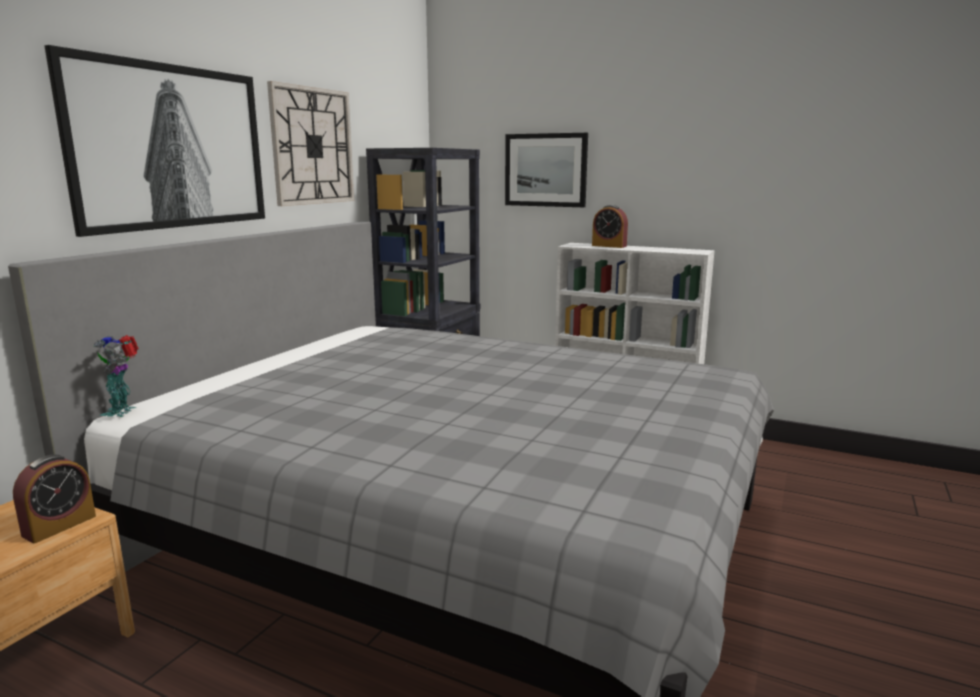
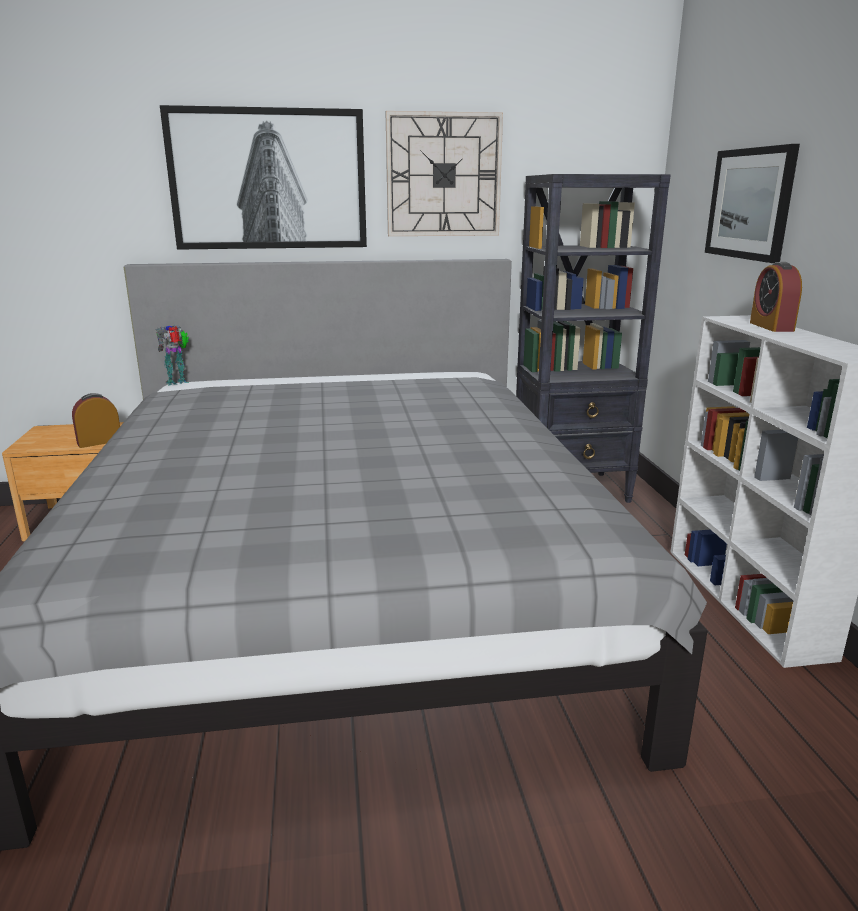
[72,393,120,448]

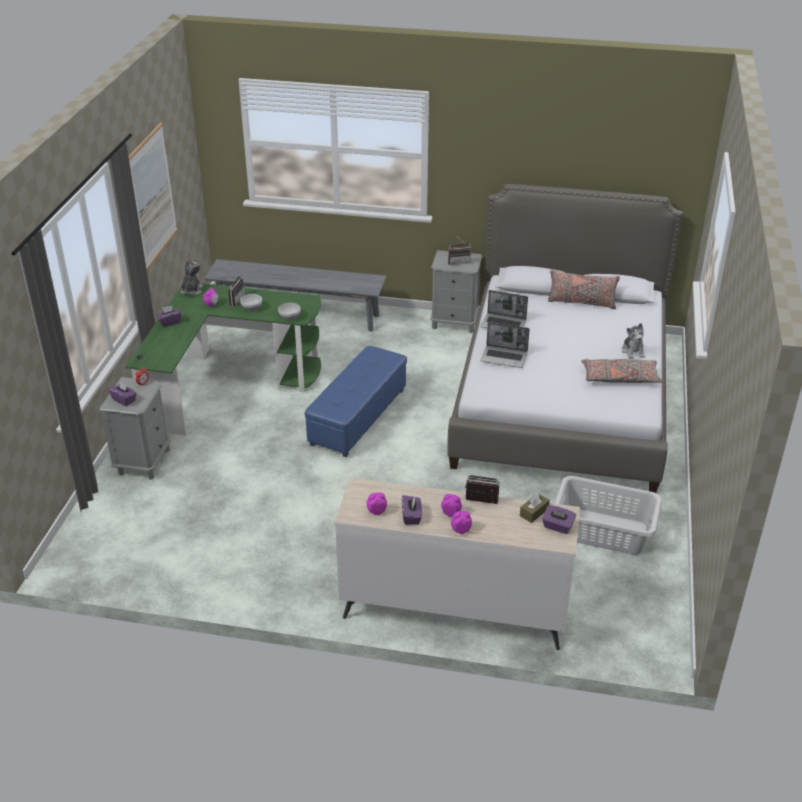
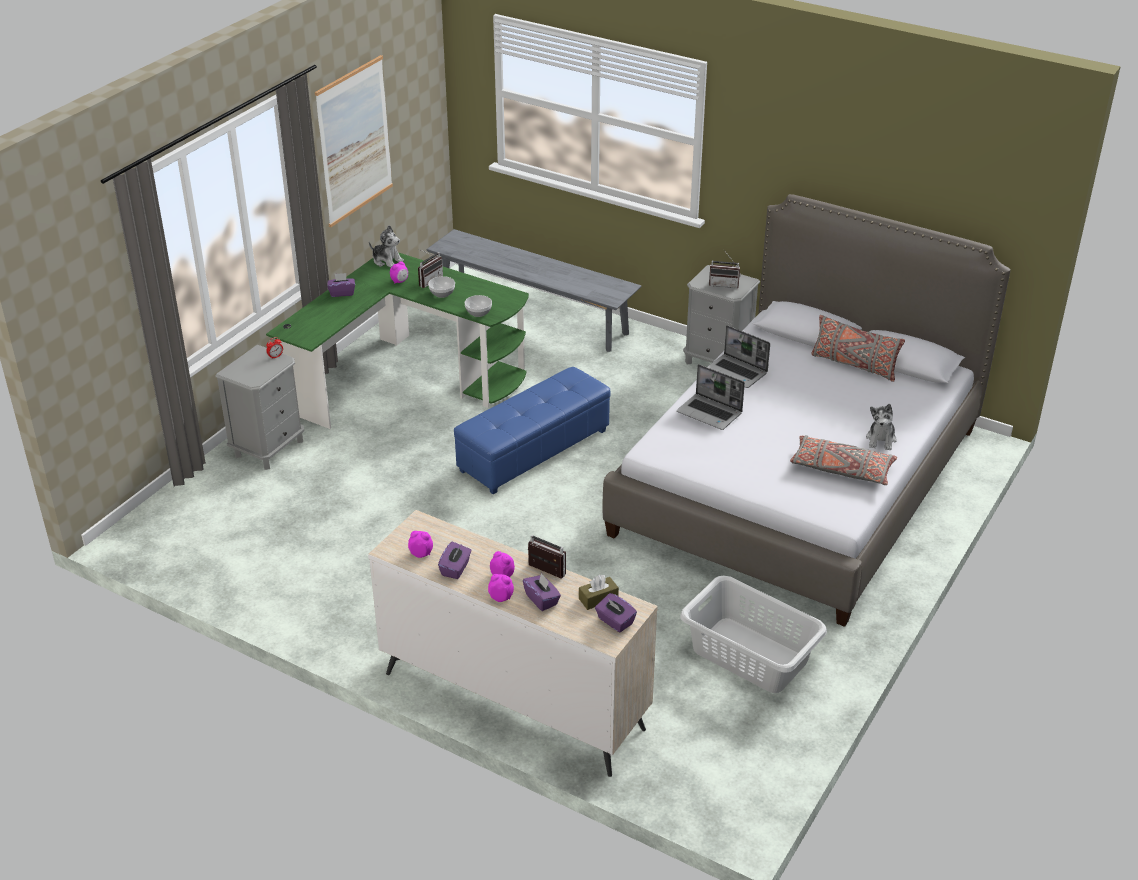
[523,573,561,611]
[369,225,404,267]

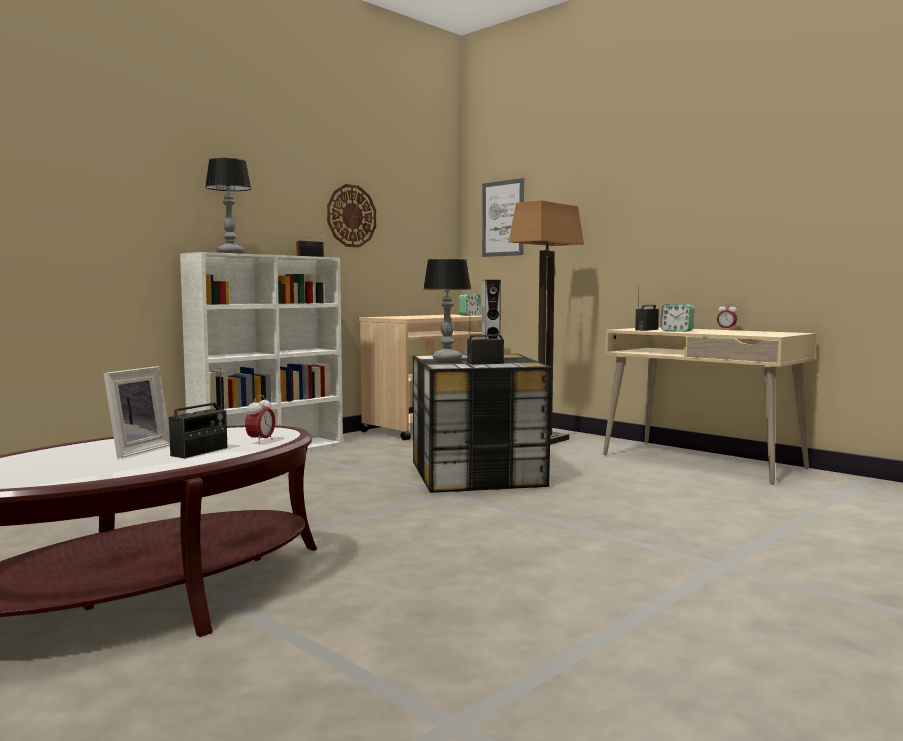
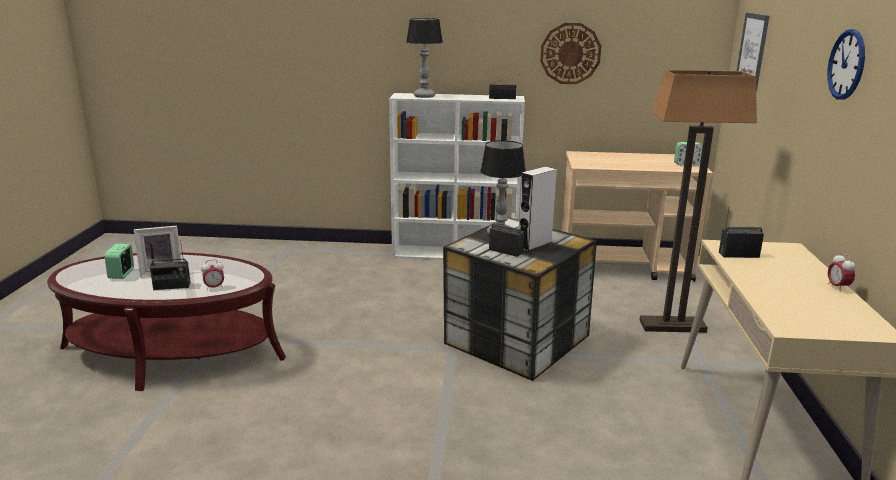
[105,244,134,279]
[827,29,865,100]

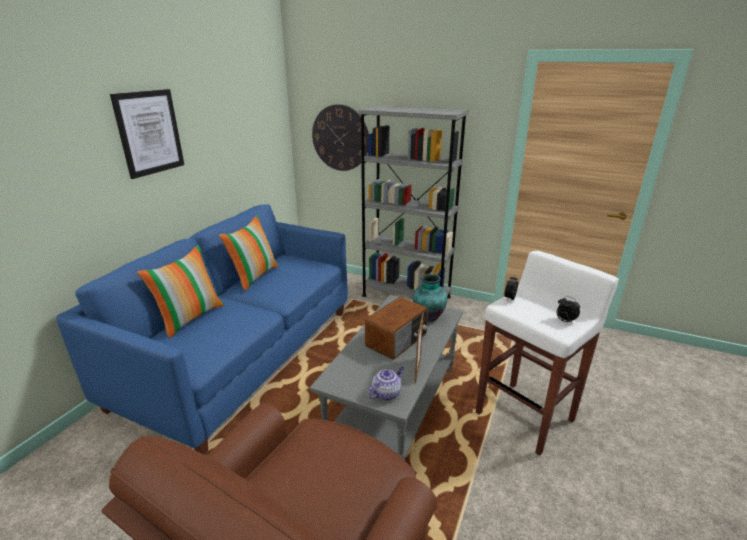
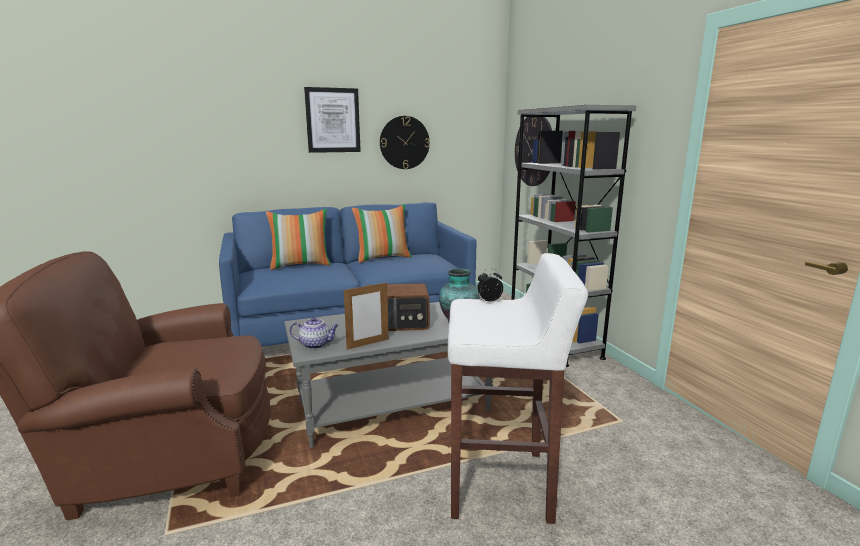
[557,296,580,323] (first image)
[380,116,430,169]

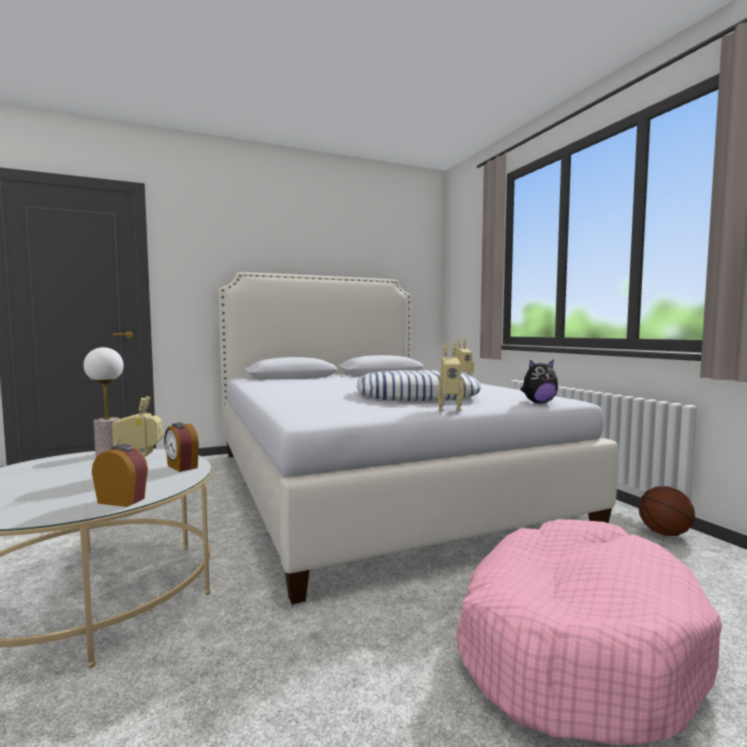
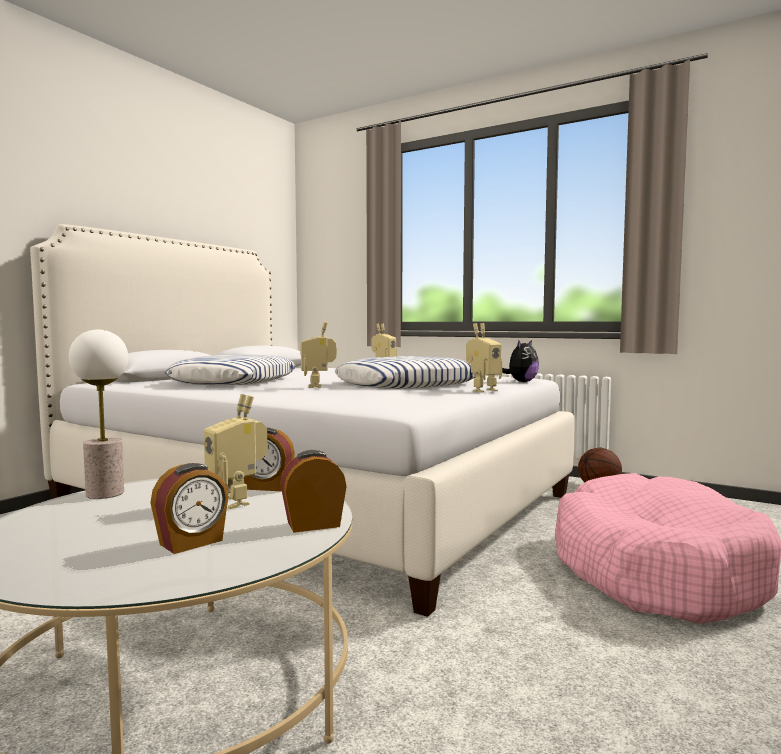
[150,463,229,554]
[164,355,296,385]
[300,322,337,388]

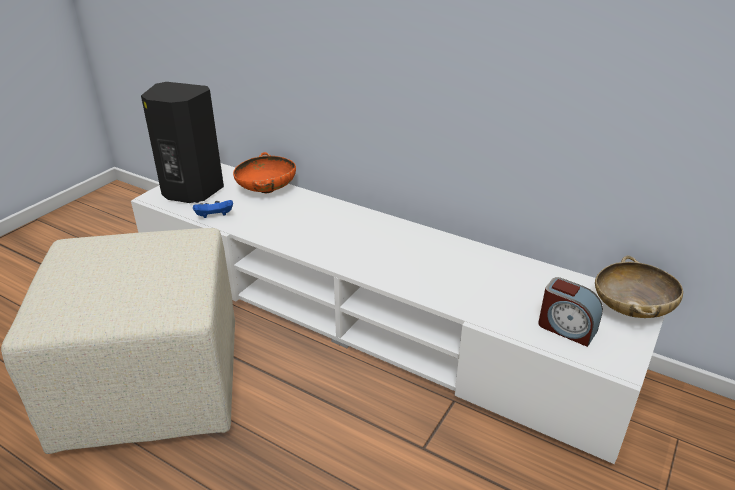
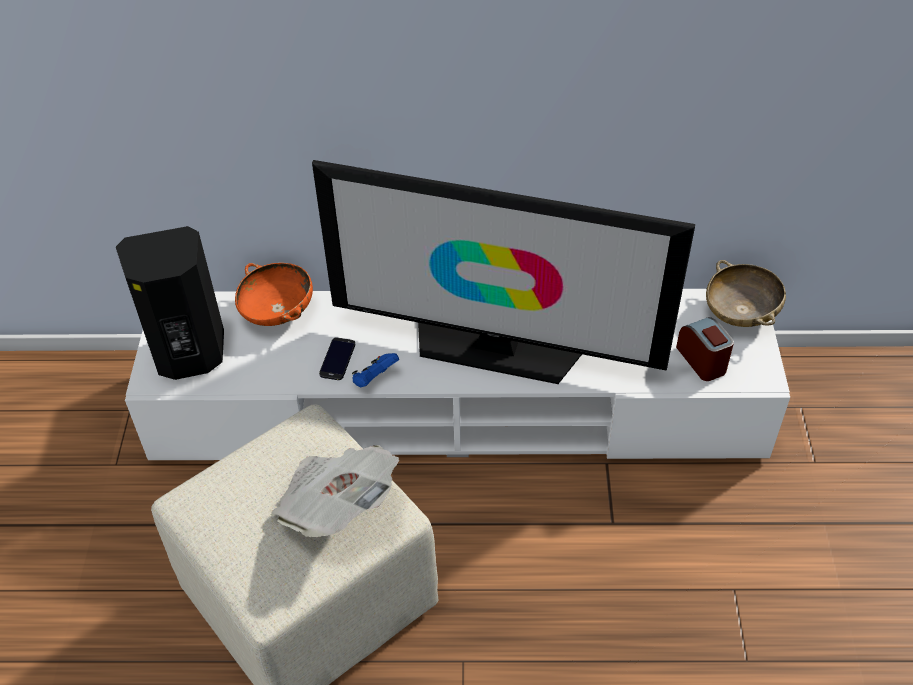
[352,353,399,387]
[676,317,734,381]
[270,445,399,537]
[312,160,695,384]
[319,337,355,380]

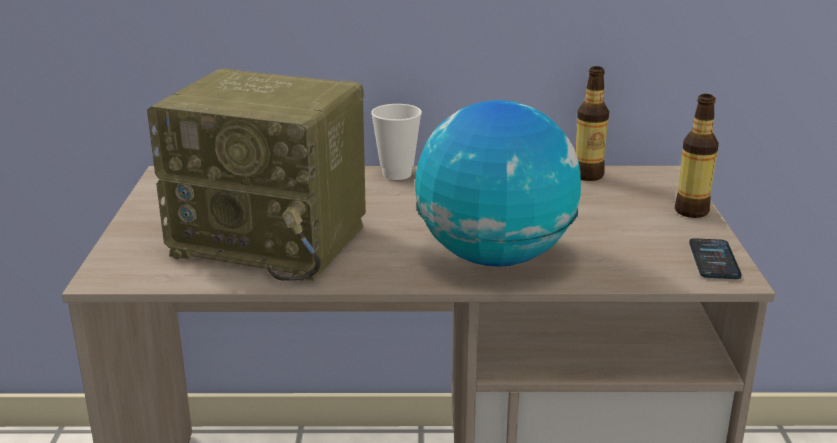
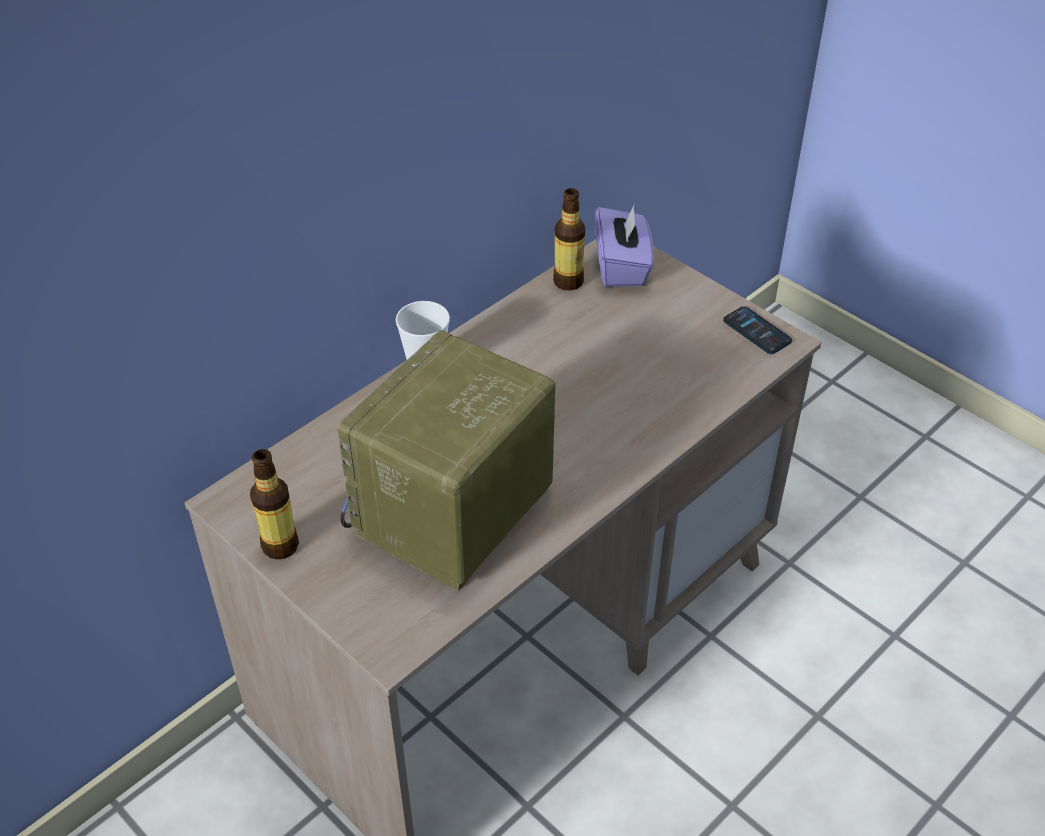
[337,330,556,591]
[415,100,581,267] (first image)
[250,449,299,559]
[595,206,654,287]

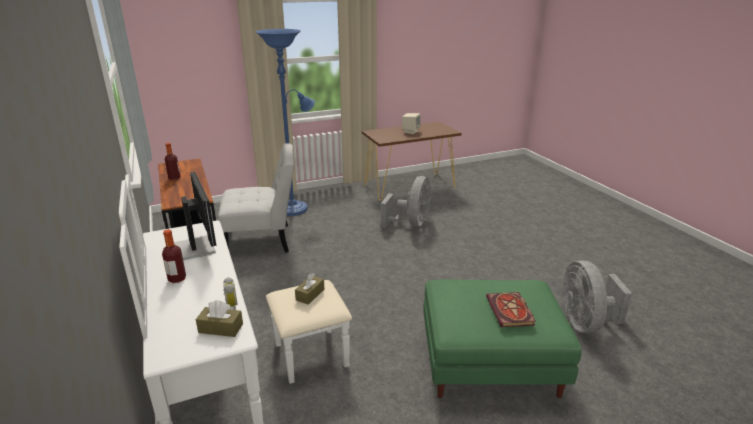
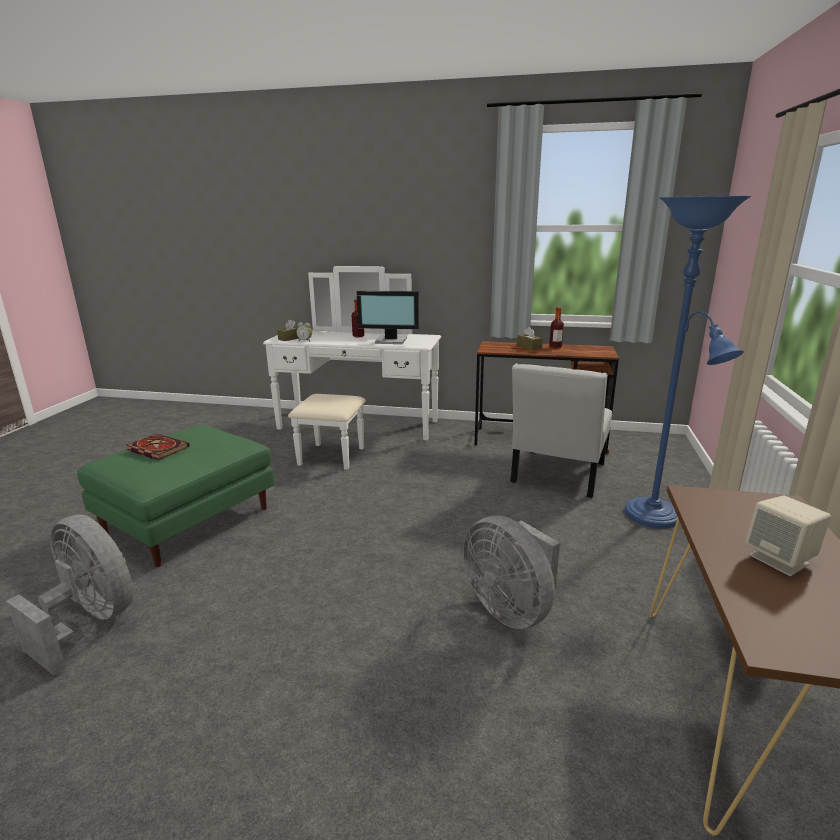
[517,327,543,350]

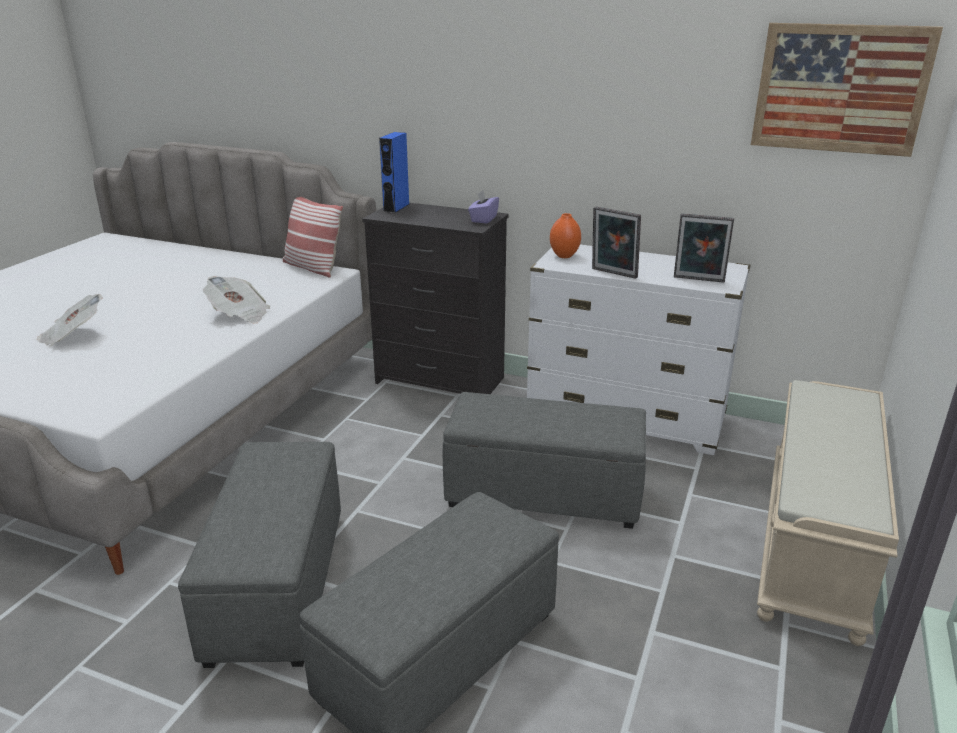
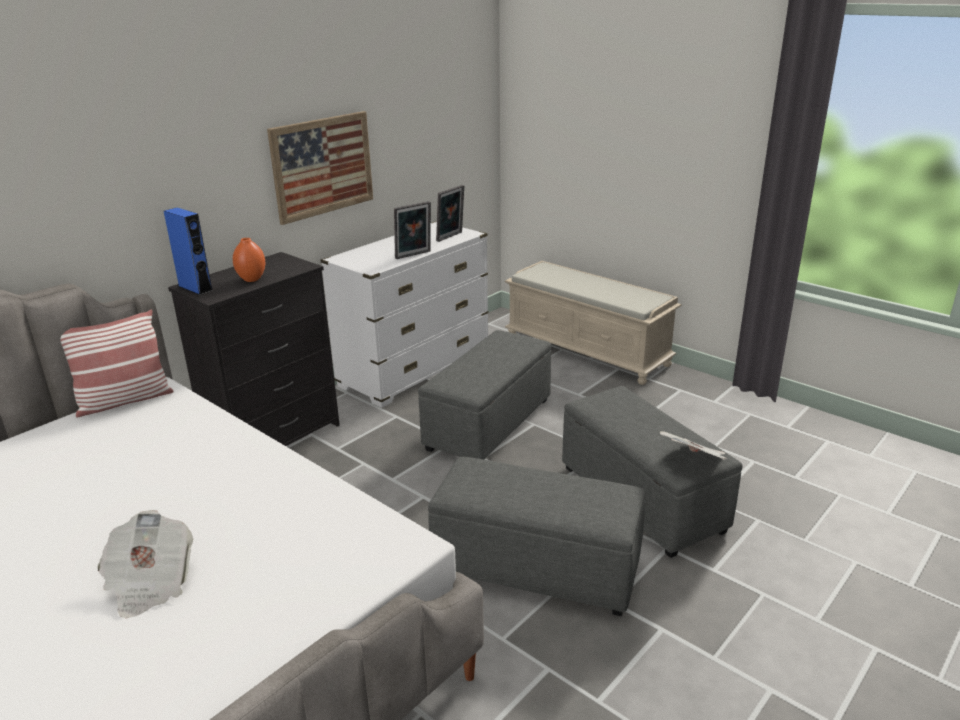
[660,431,727,460]
[468,190,499,223] (first image)
[233,238,265,282]
[267,111,373,225]

